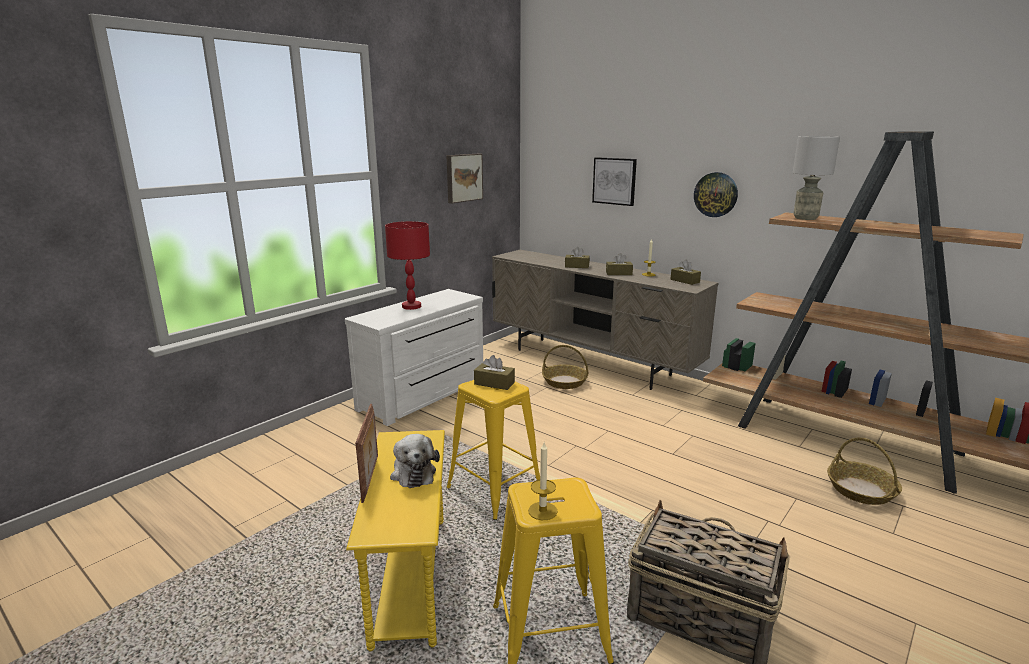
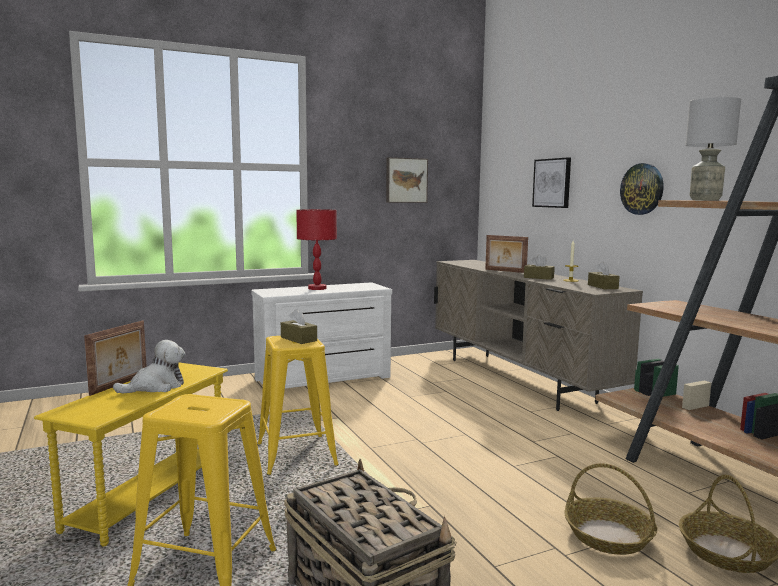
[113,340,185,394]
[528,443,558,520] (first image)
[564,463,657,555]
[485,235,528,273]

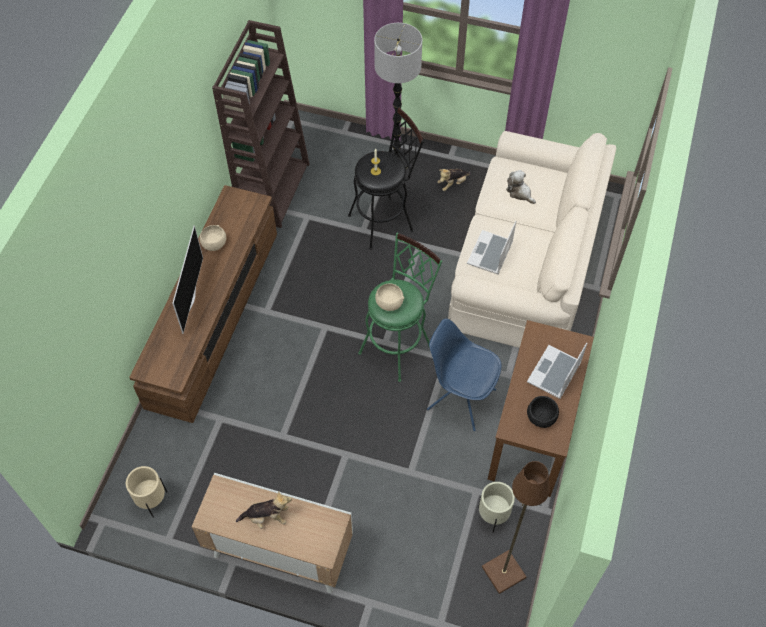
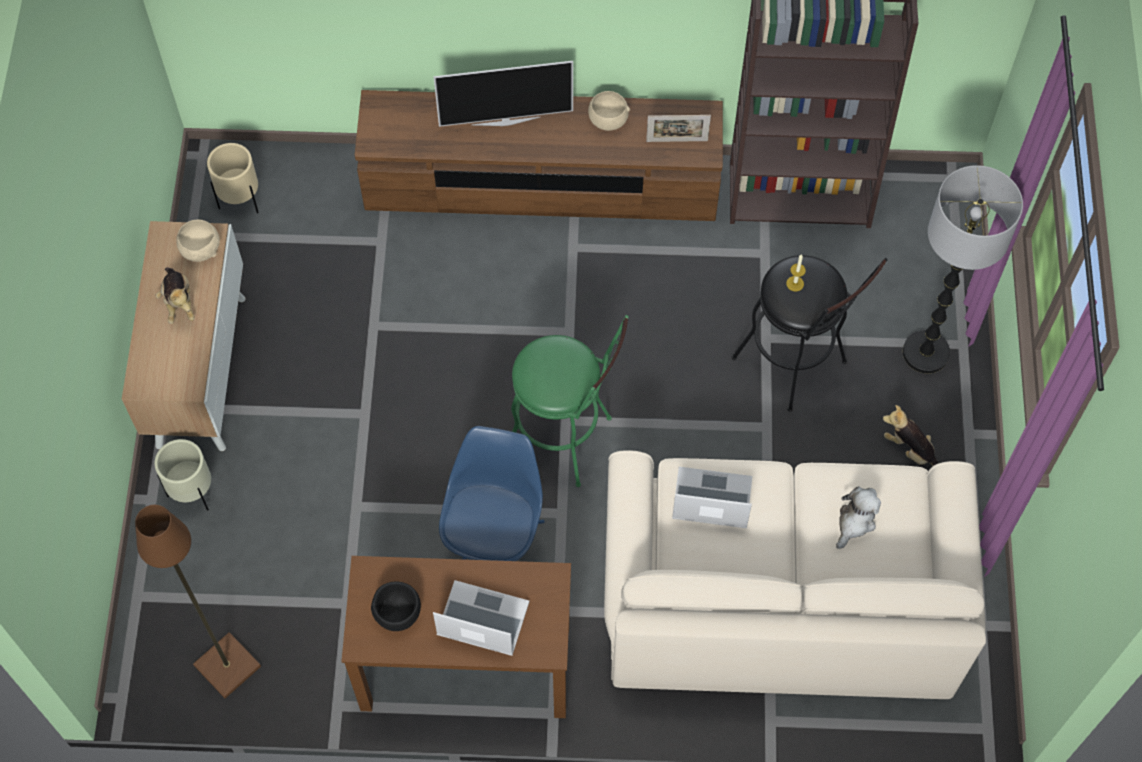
[176,220,220,262]
[155,439,211,511]
[646,115,711,142]

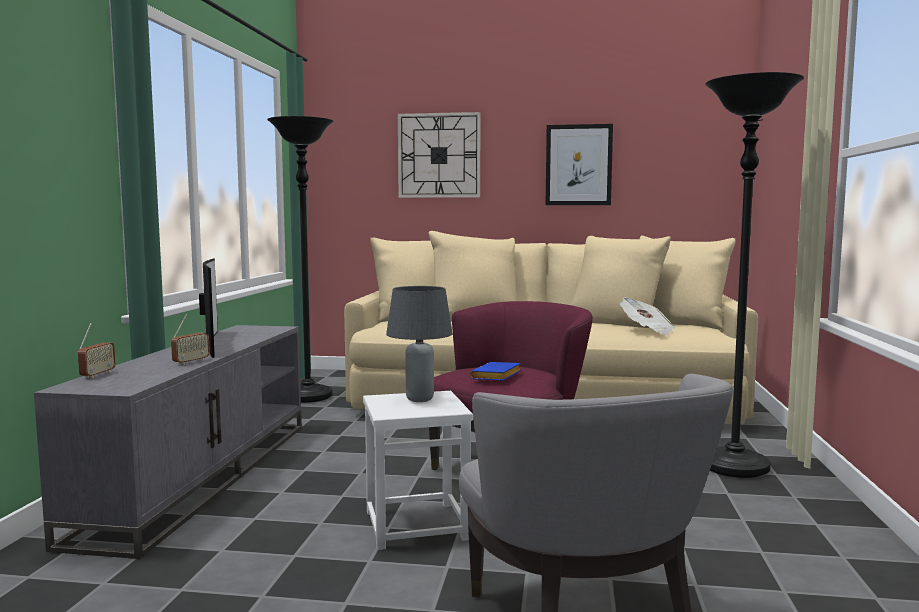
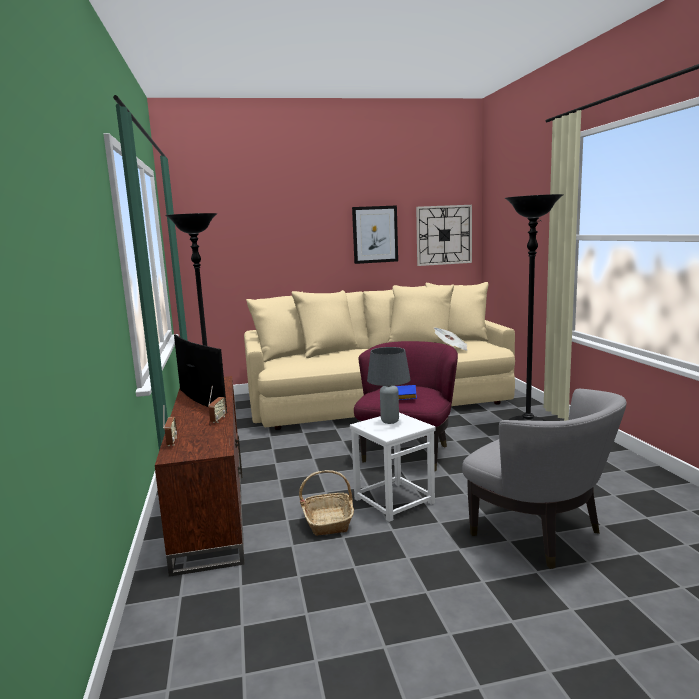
[155,376,245,577]
[416,205,472,266]
[299,470,354,536]

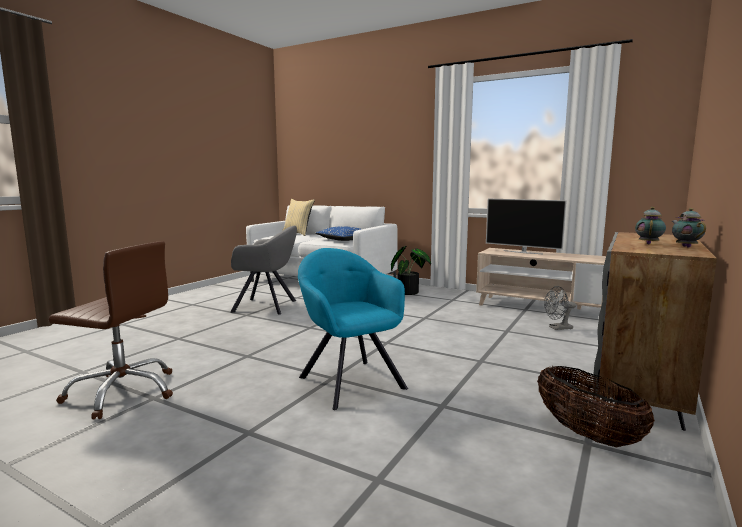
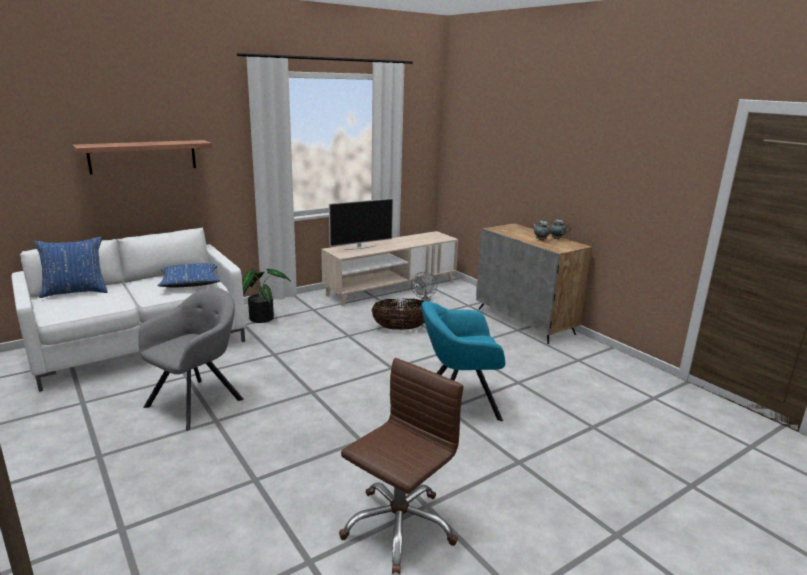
[34,236,108,298]
[372,299,425,330]
[72,140,212,175]

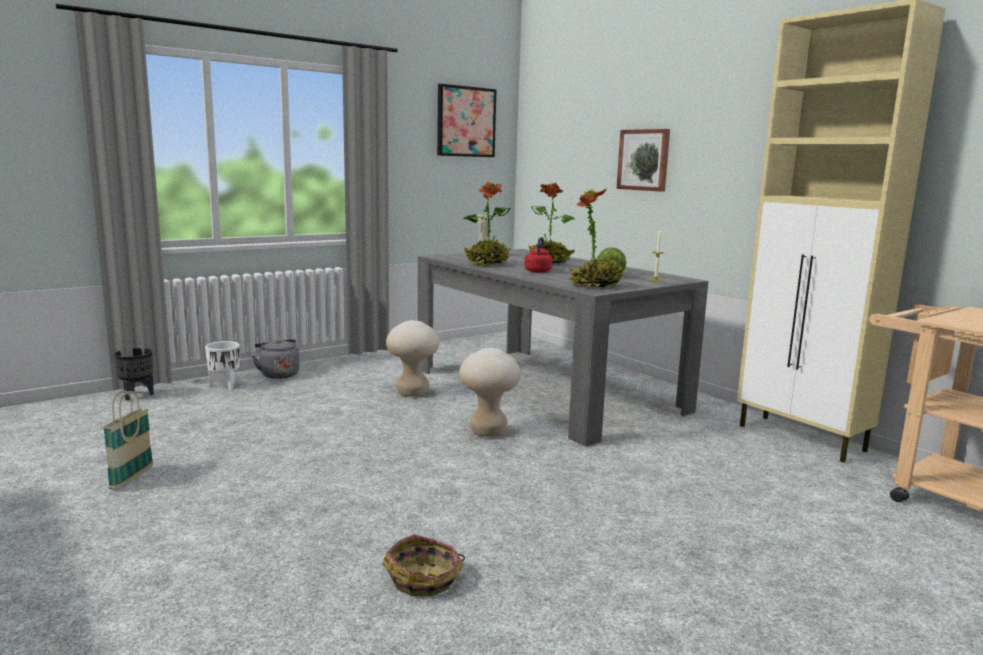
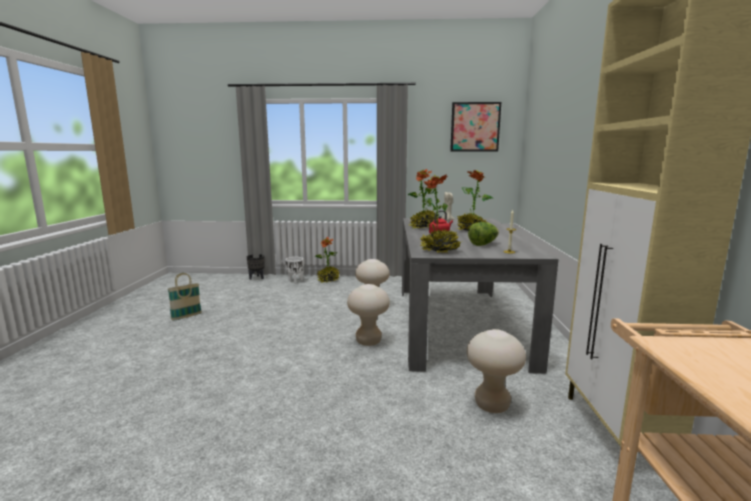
[314,237,340,283]
[382,534,465,596] (first image)
[617,129,670,192] (first image)
[467,329,526,413]

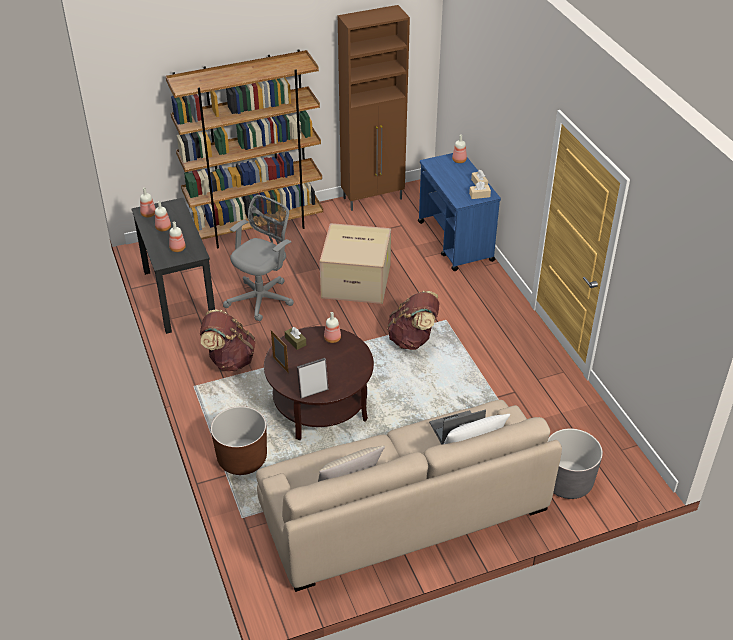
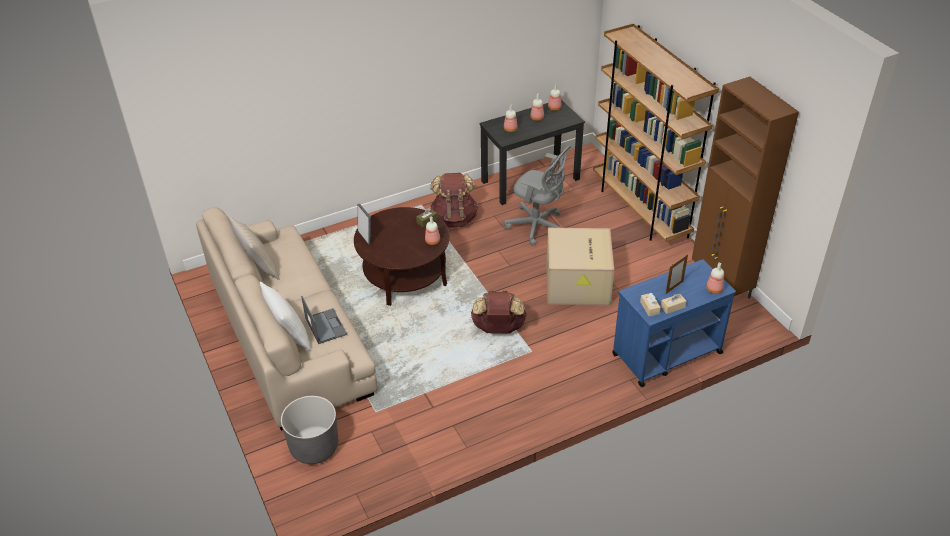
[211,406,267,475] (first image)
[666,254,688,294]

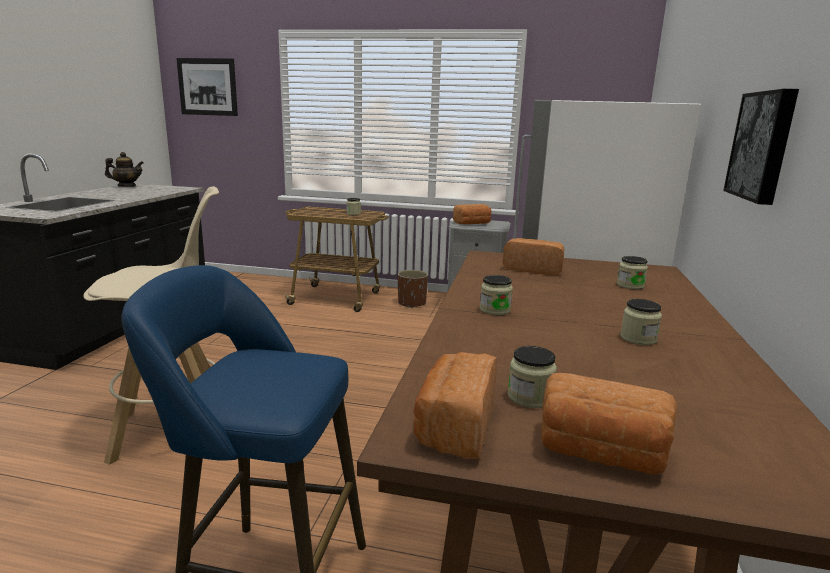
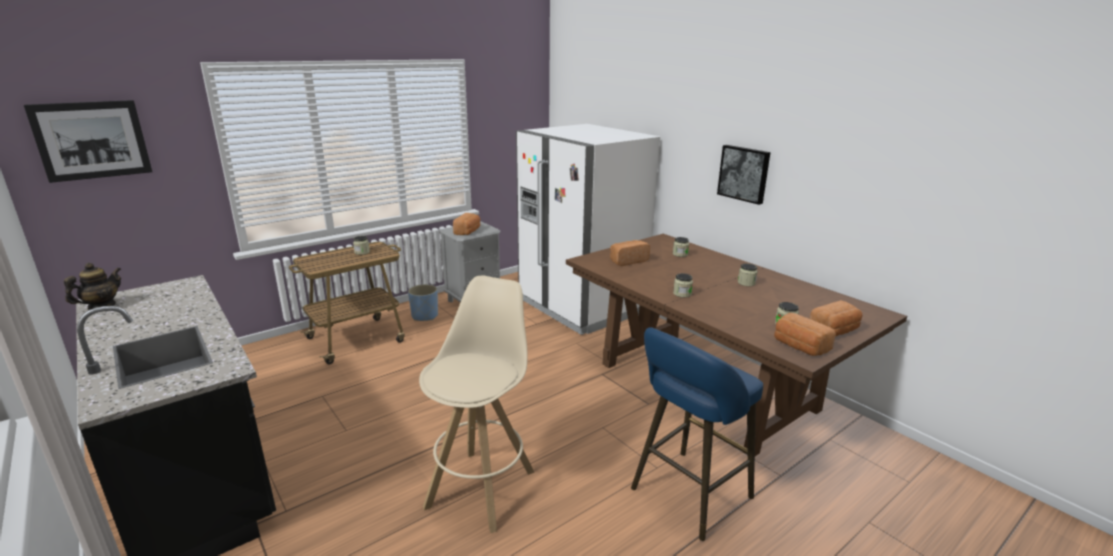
[408,284,438,321]

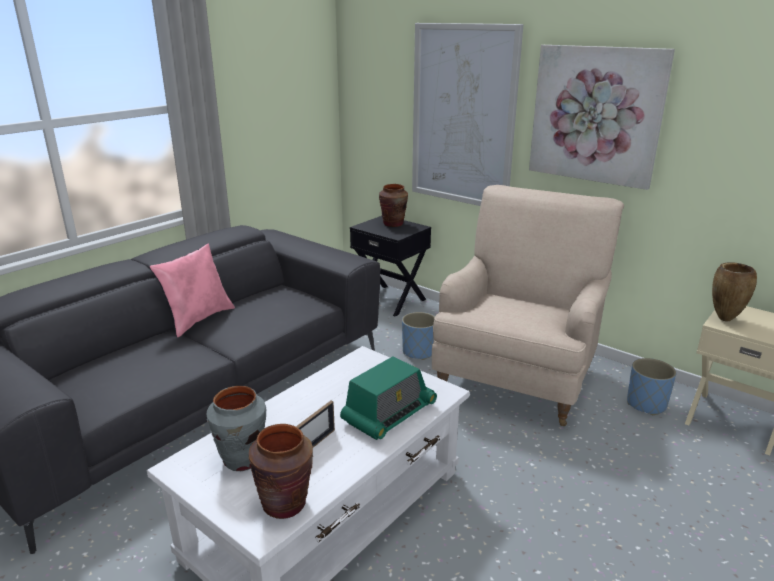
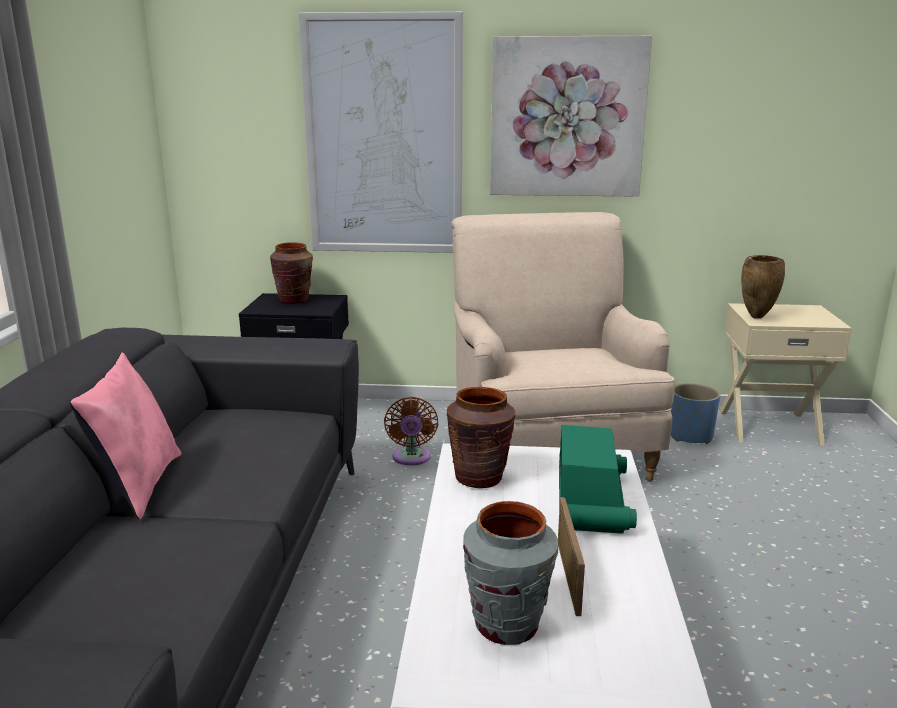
[447,387,515,488]
[384,397,438,465]

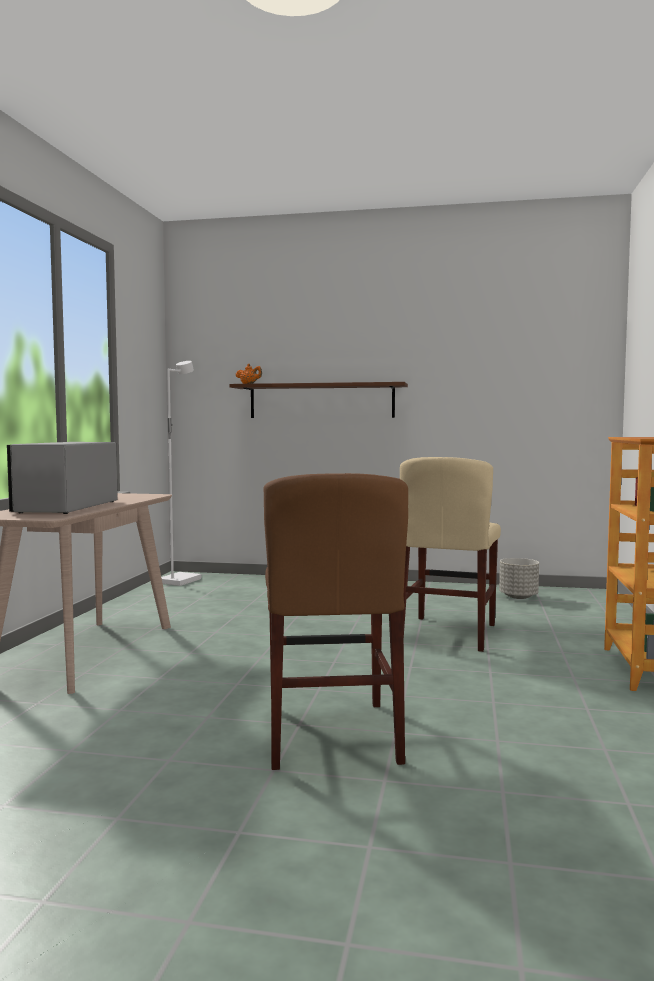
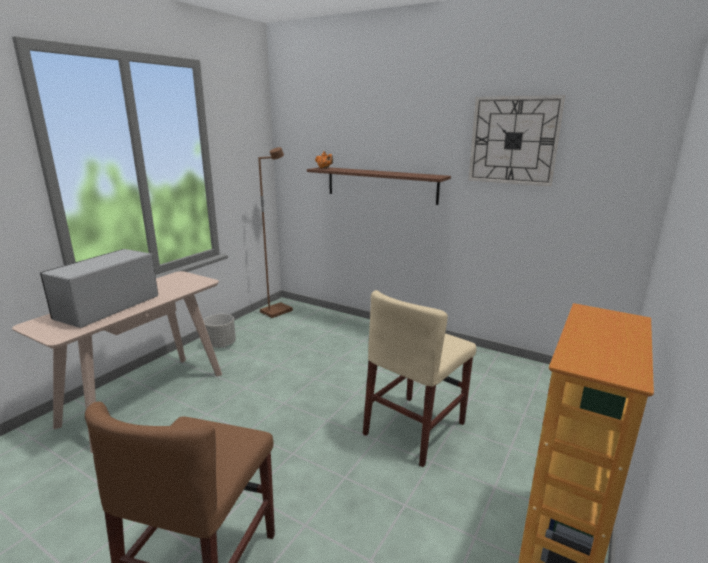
[258,147,293,318]
[204,314,236,348]
[469,95,565,186]

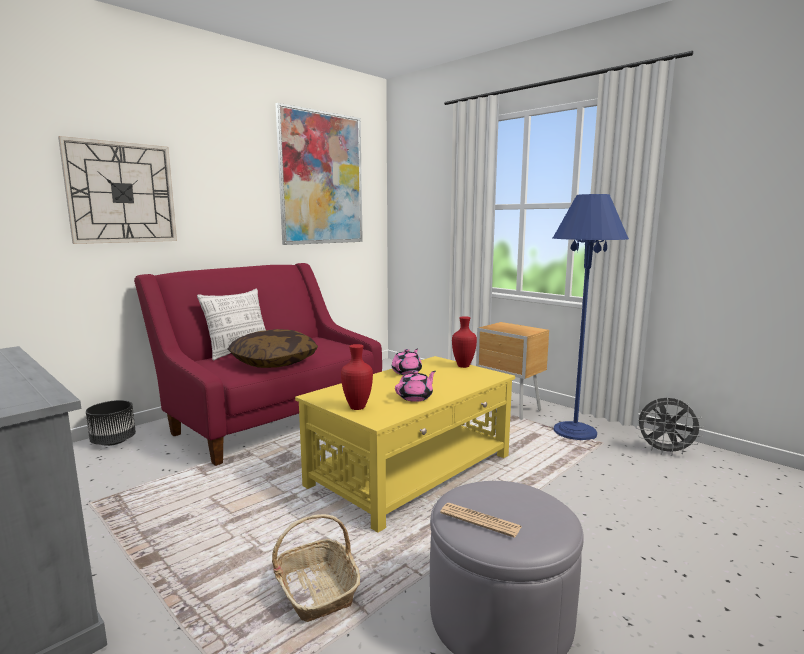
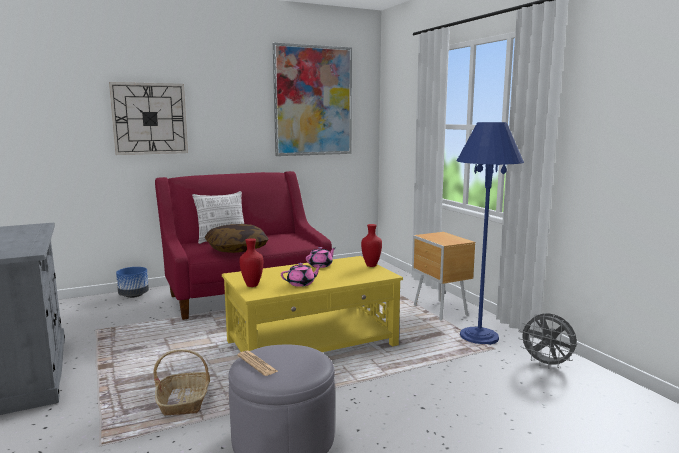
[116,267,149,298]

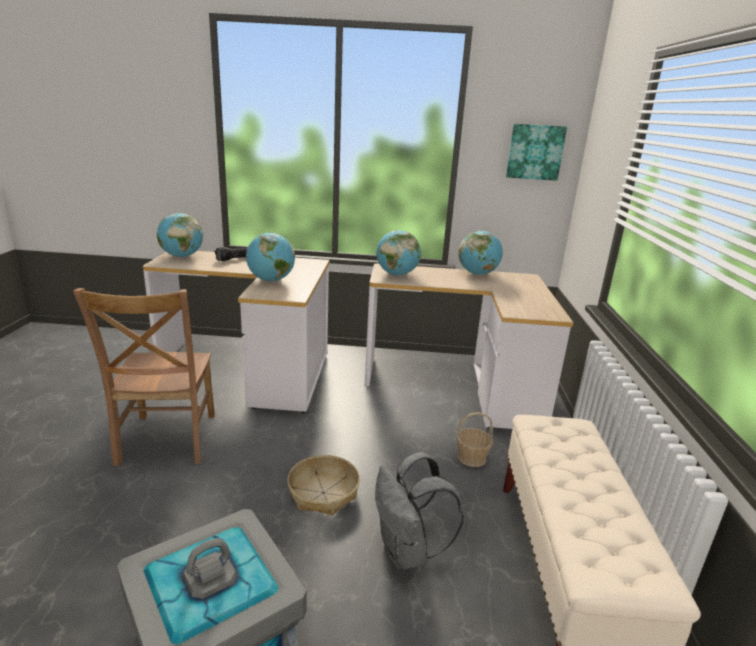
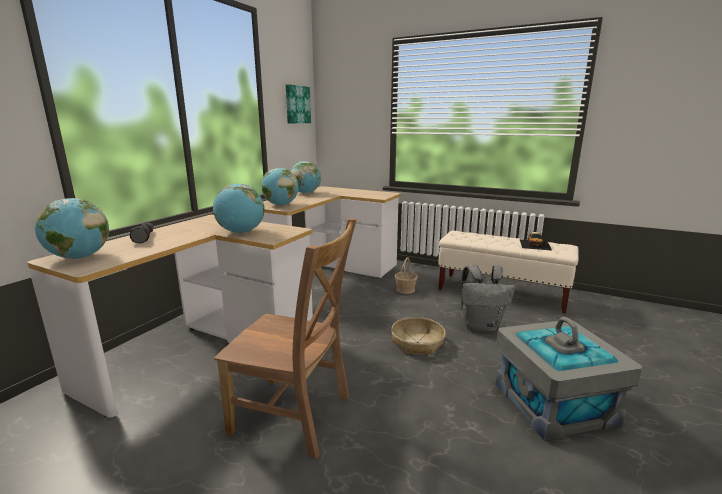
[520,232,552,251]

